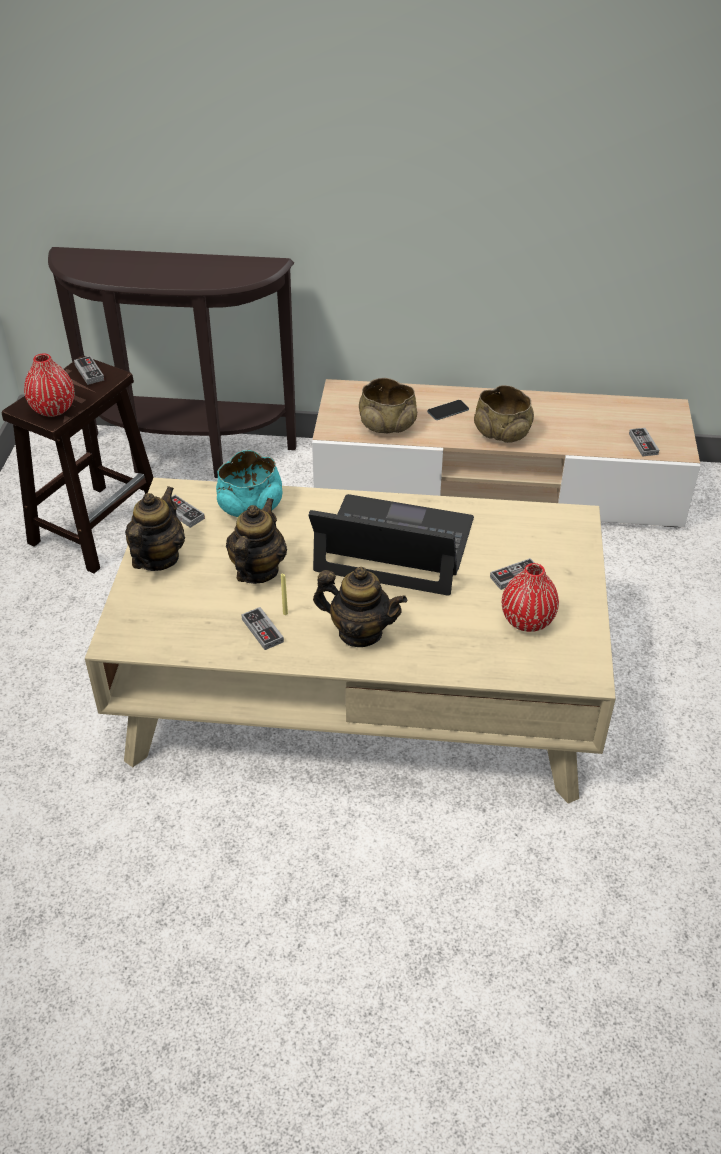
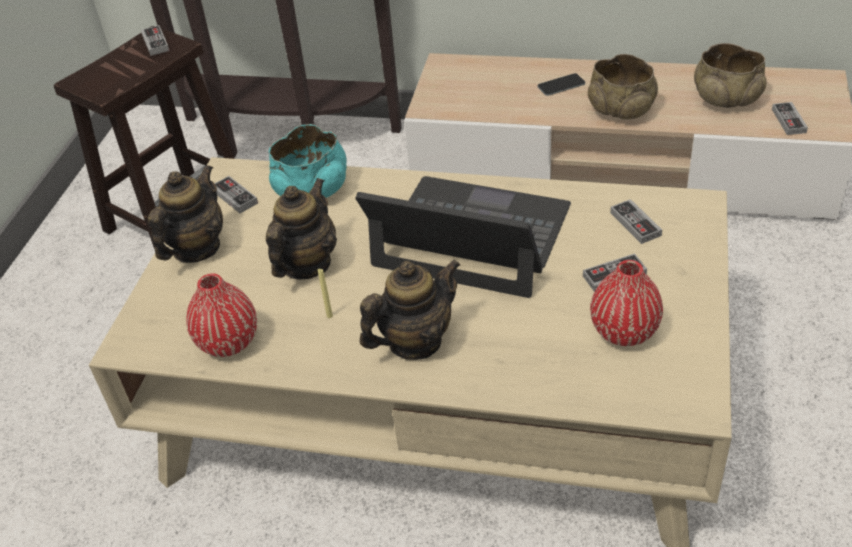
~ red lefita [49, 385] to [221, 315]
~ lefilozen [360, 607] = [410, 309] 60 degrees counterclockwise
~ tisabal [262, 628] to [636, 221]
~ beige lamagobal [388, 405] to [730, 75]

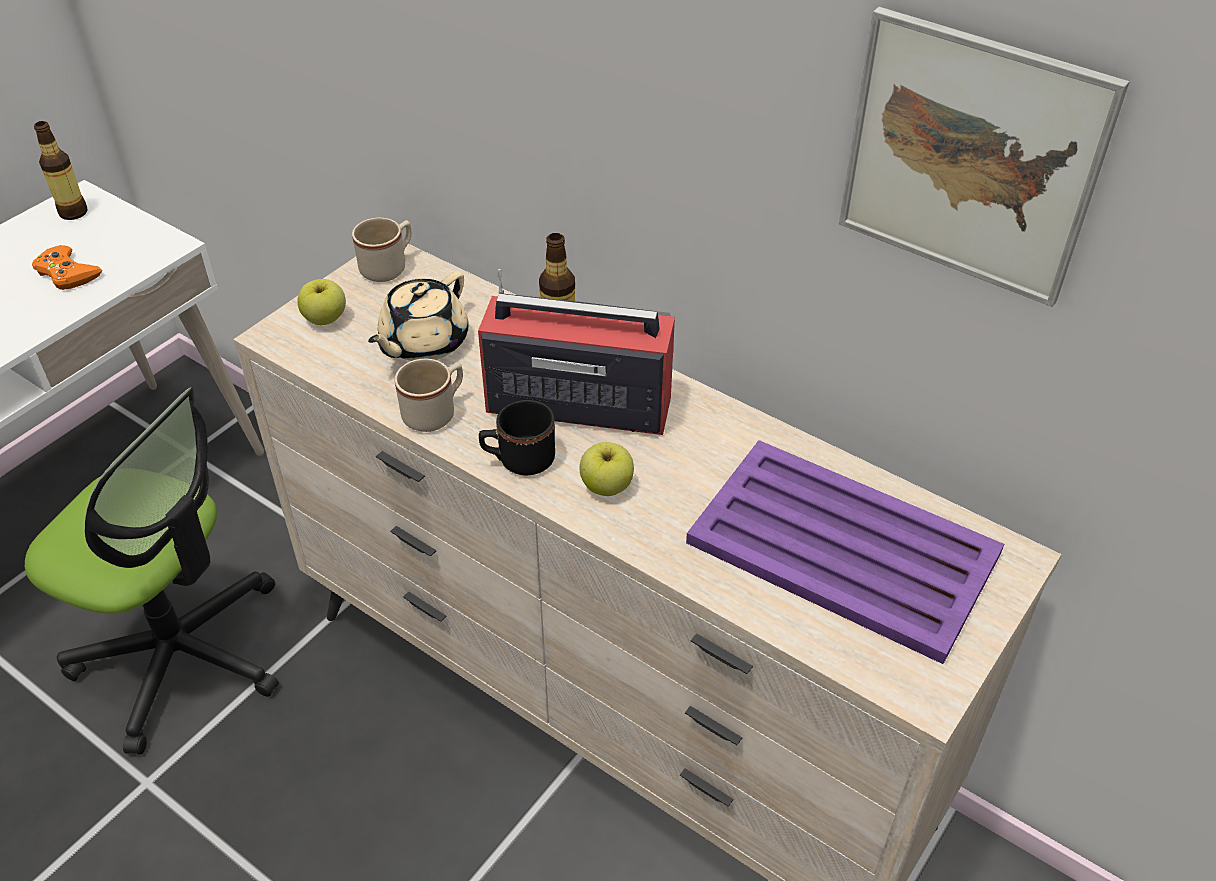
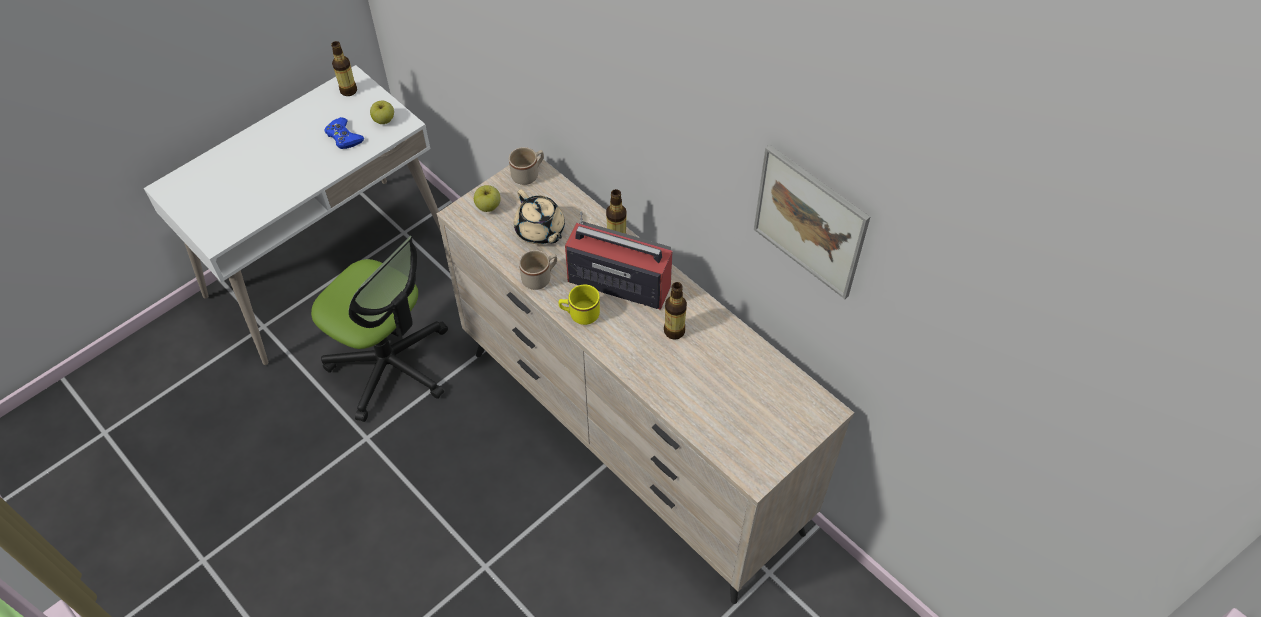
~ orange tisabal [67, 267] to blue tisabal [344, 133]
~ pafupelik [607, 469] to [382, 112]
~ beige lefilozen [418, 316] = [539, 216] 75 degrees counterclockwise
~ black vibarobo [517, 437] to yellow vibarobo [579, 305]
+ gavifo [675, 311]
- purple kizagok [845, 552]

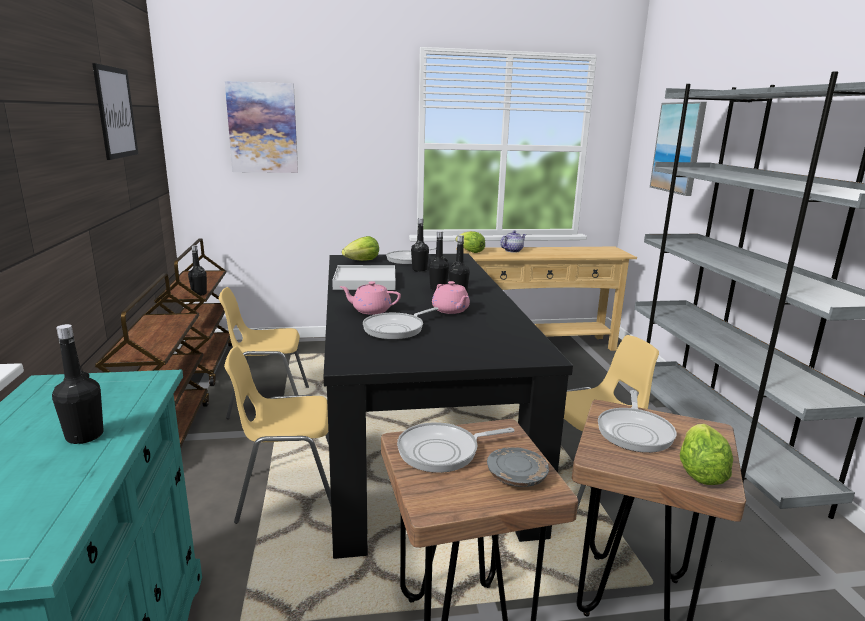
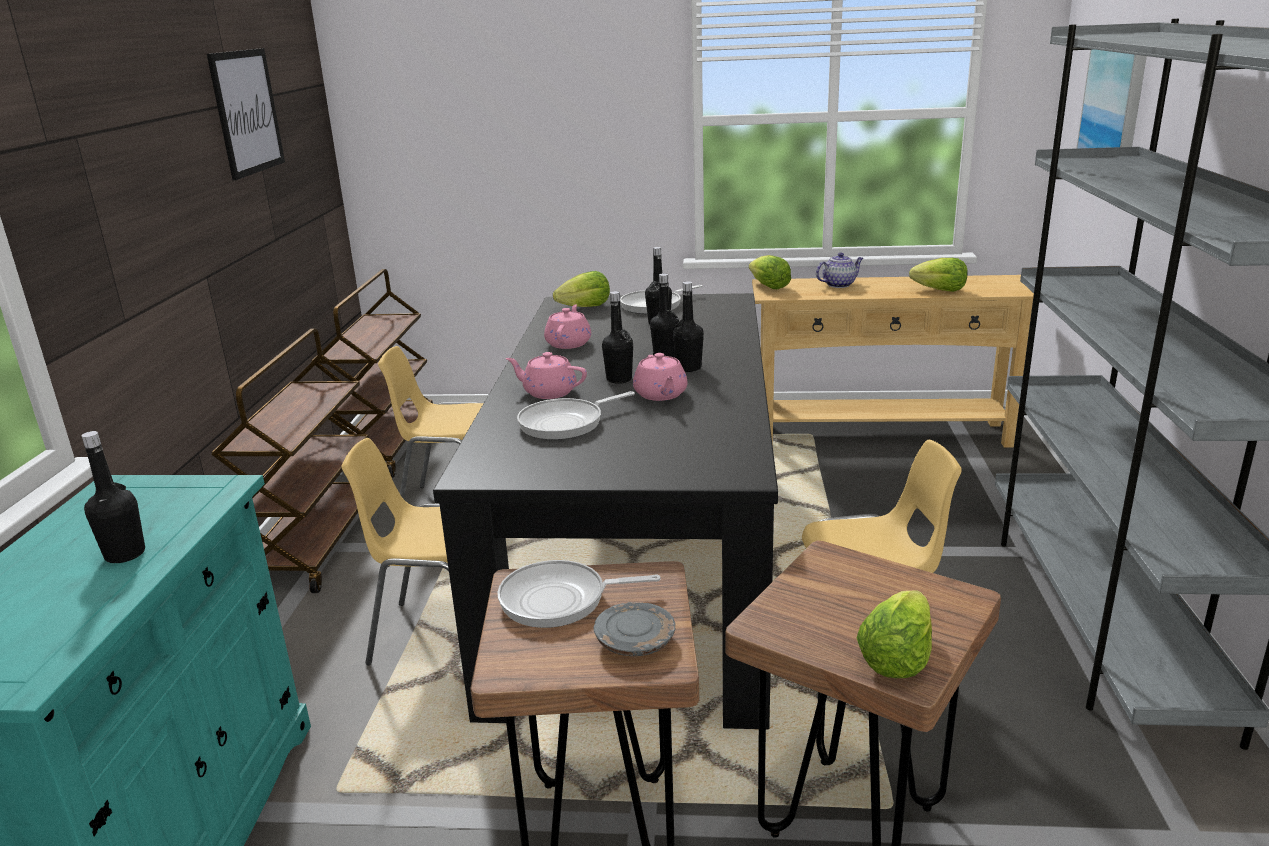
~ white kizagok [363, 277] to pink lefilozen [567, 326]
~ black gavifo [197, 270] to [617, 337]
+ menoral [938, 275]
- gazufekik [261, 127]
- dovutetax [637, 421]

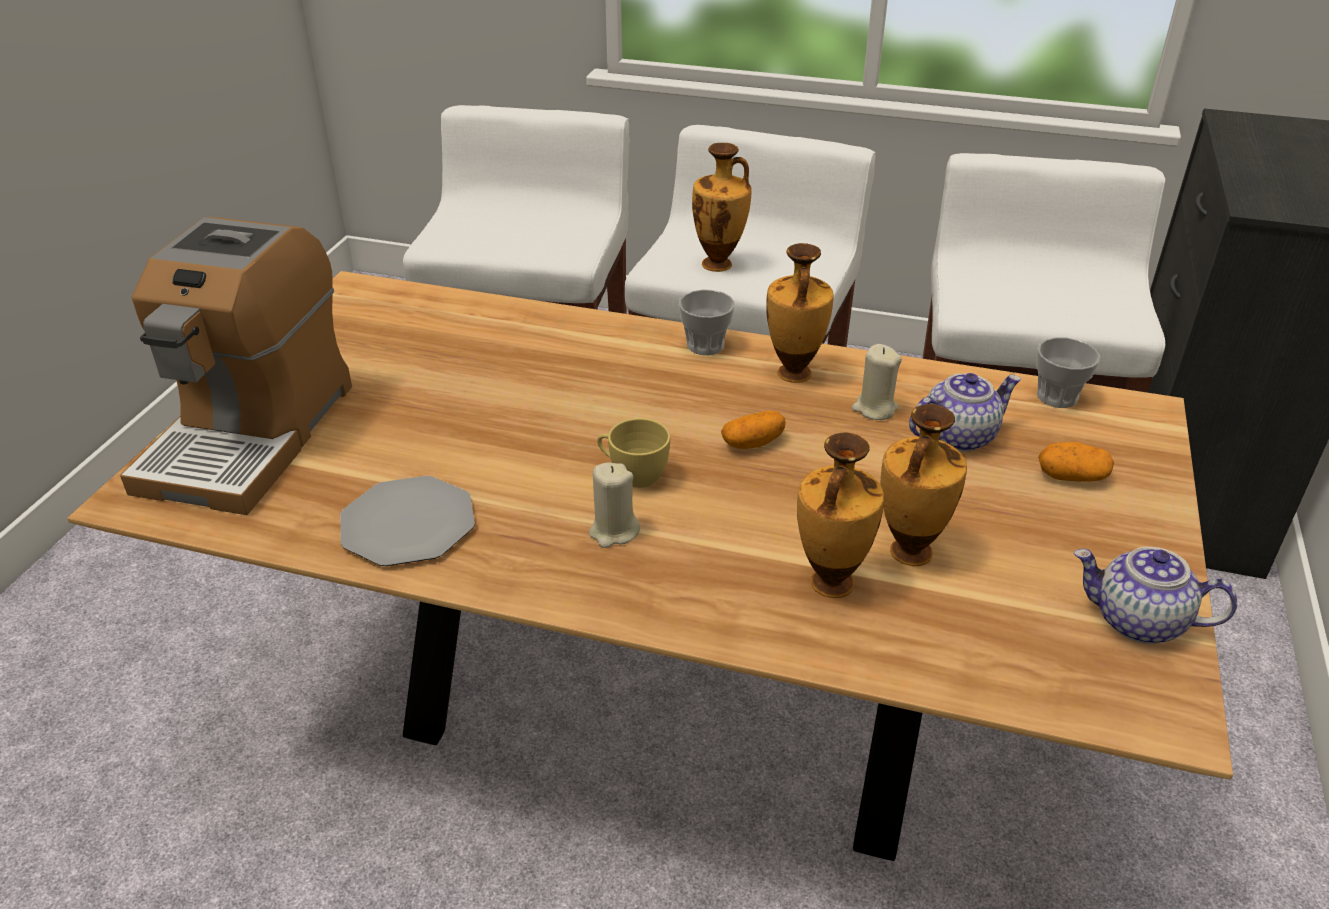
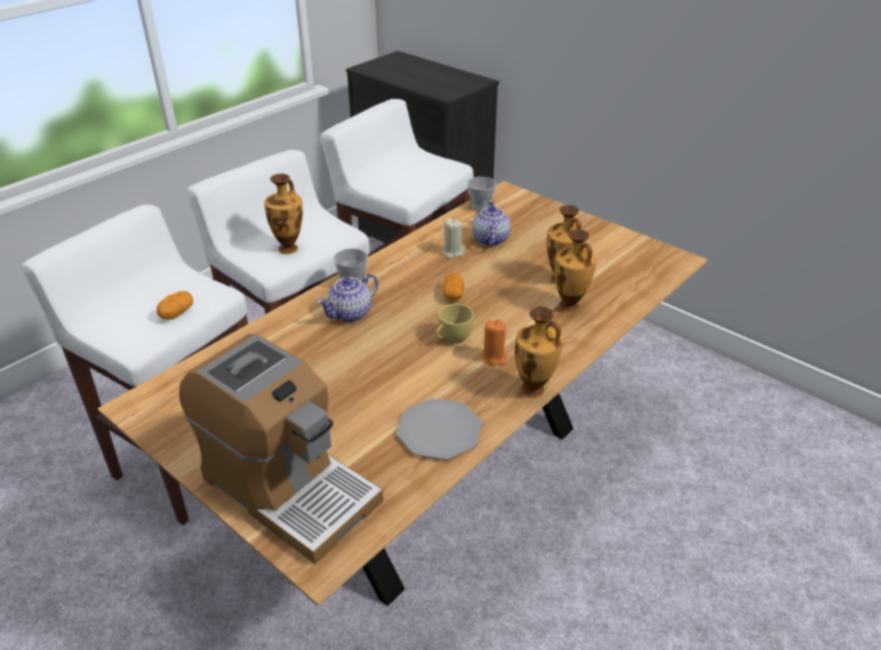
~ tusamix [1076, 462] to [175, 305]
~ lefilozen [1155, 595] to [348, 298]
~ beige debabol [614, 505] to orange debabol [494, 343]
~ lefita [800, 313] to [539, 352]

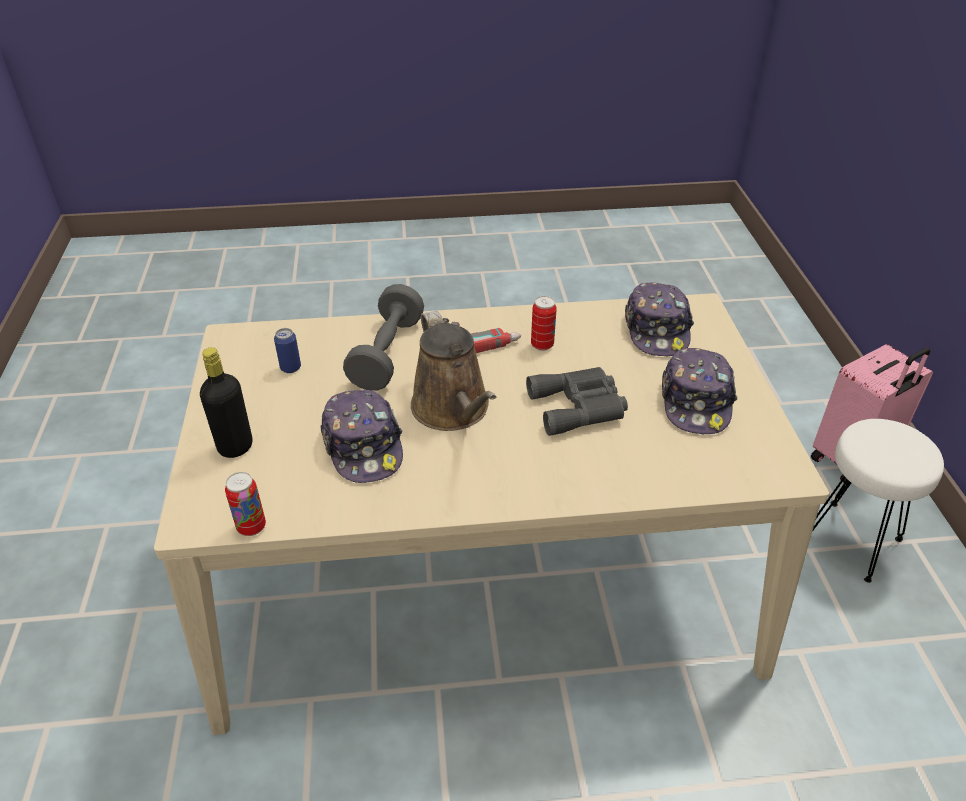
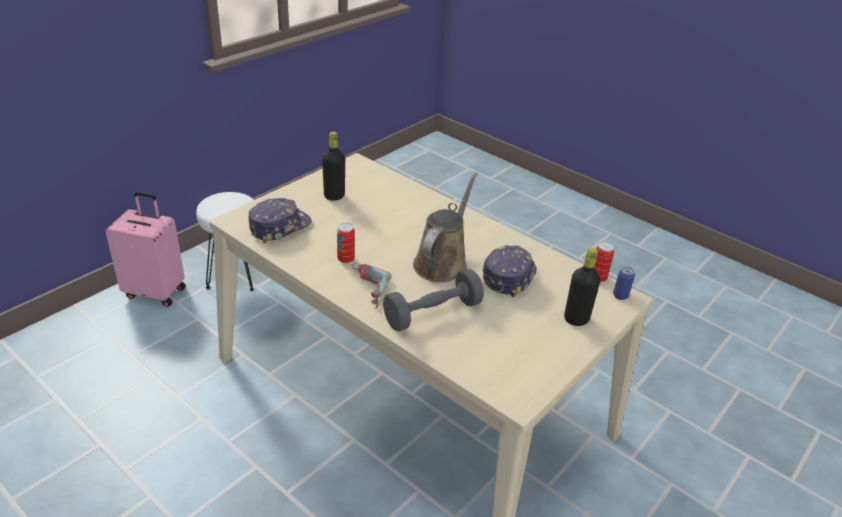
~ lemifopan [699, 391] to black gavifo [333, 166]
~ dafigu [287, 350] to [624, 283]
- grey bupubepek [577, 401]

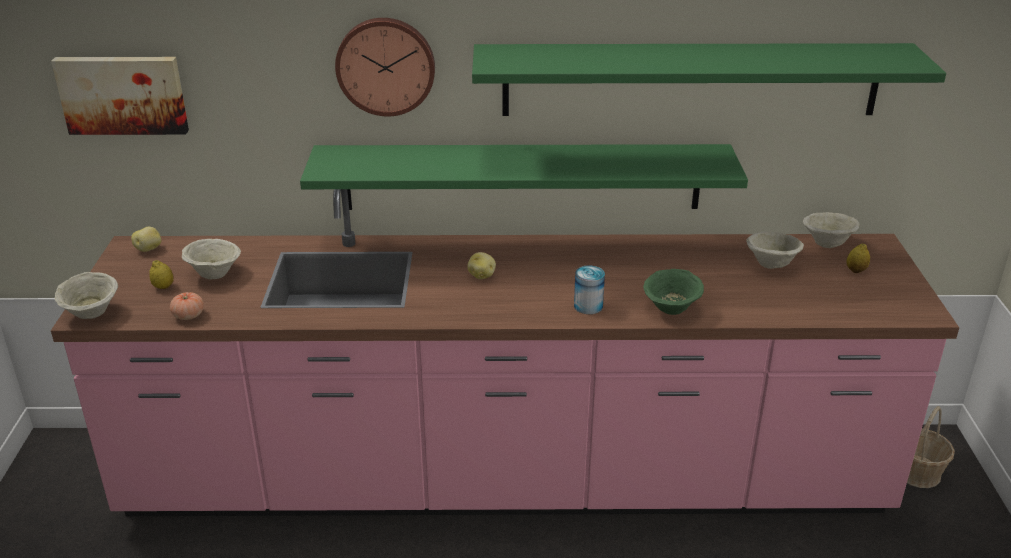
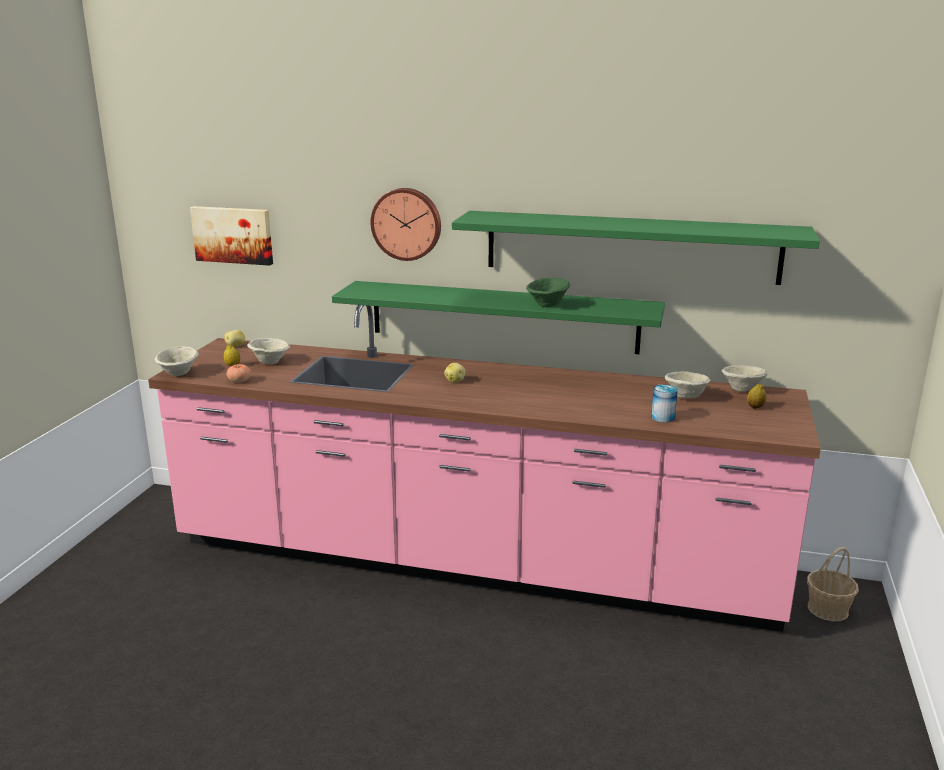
~ green lamagobal [673, 292] to [548, 292]
~ dafigu [589, 290] to [664, 403]

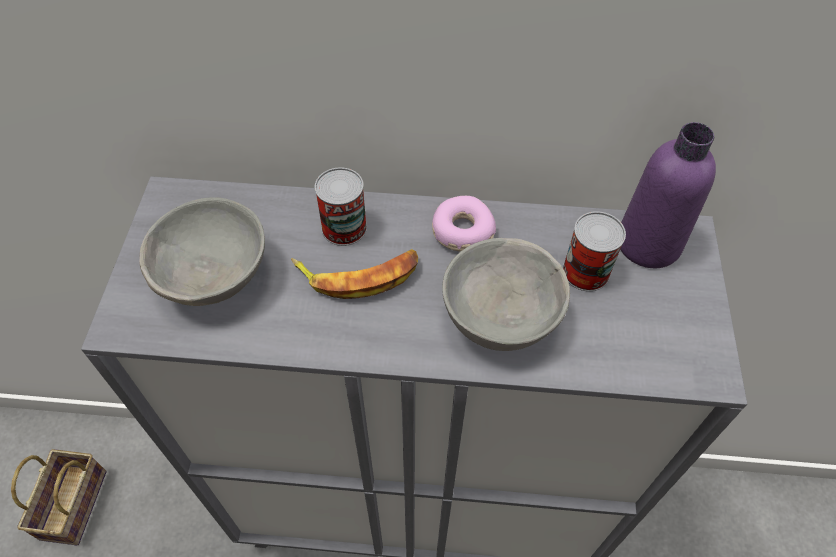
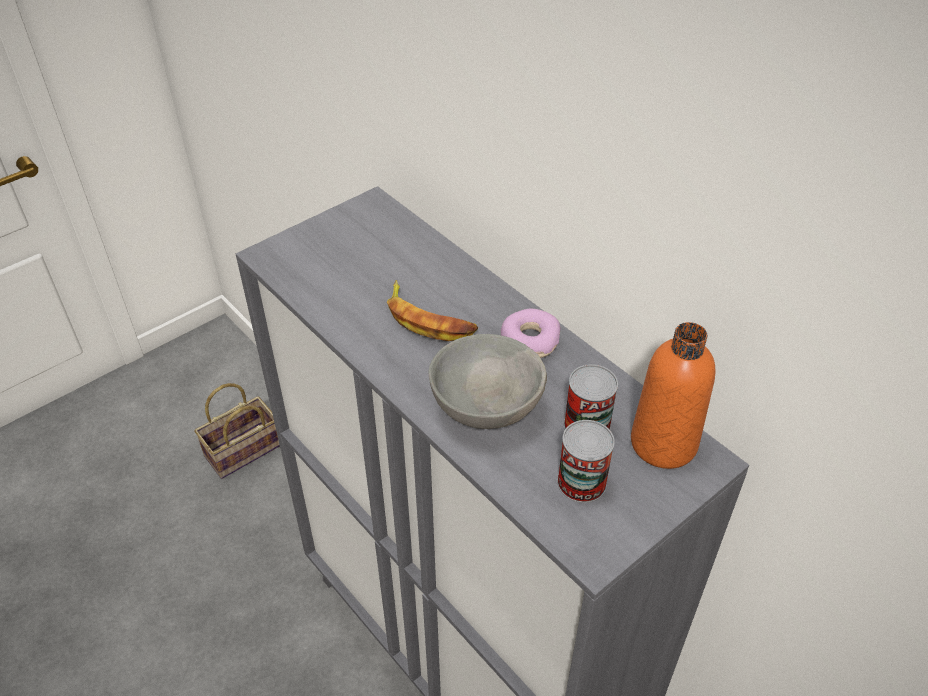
~ dafigu [341, 206] to [586, 461]
~ purple gavifo [668, 195] to orange gavifo [673, 395]
- grey lamagobal [202, 251]

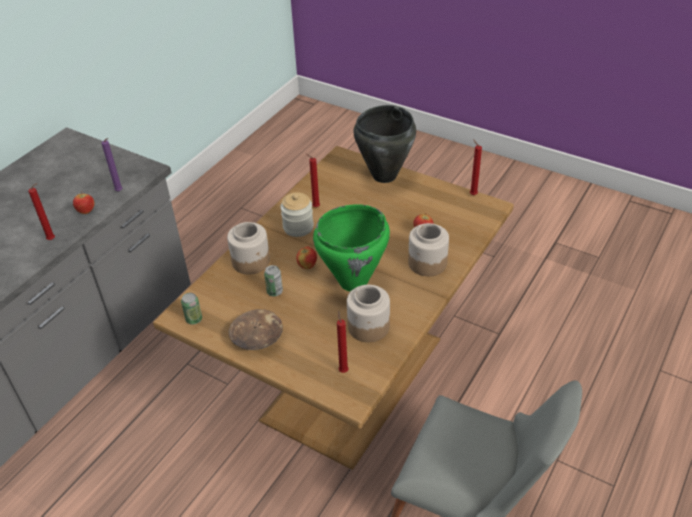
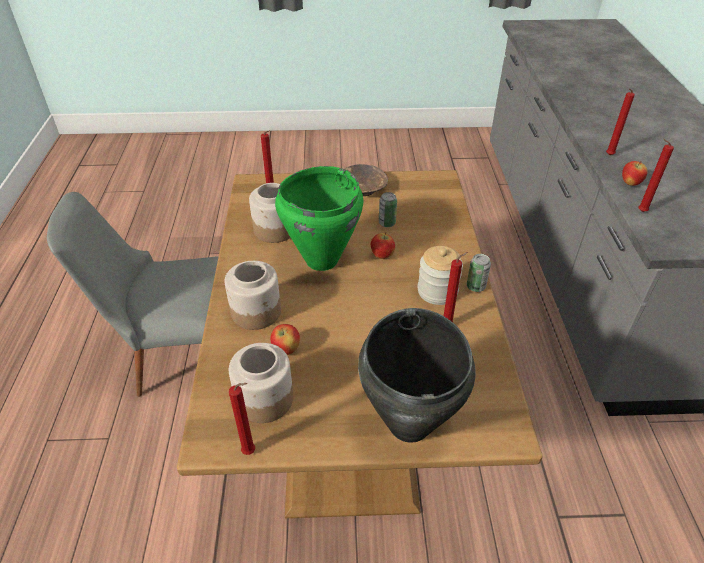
~ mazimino [248, 248] to [261, 383]
~ dafigu [191, 309] to [479, 273]
~ purple debabol [112, 164] to red debabol [656, 175]

